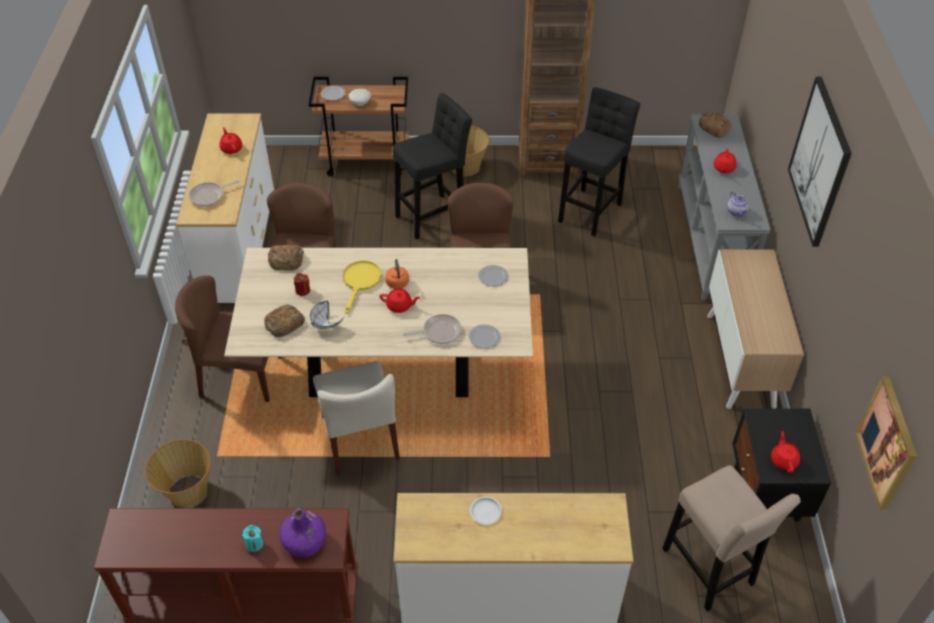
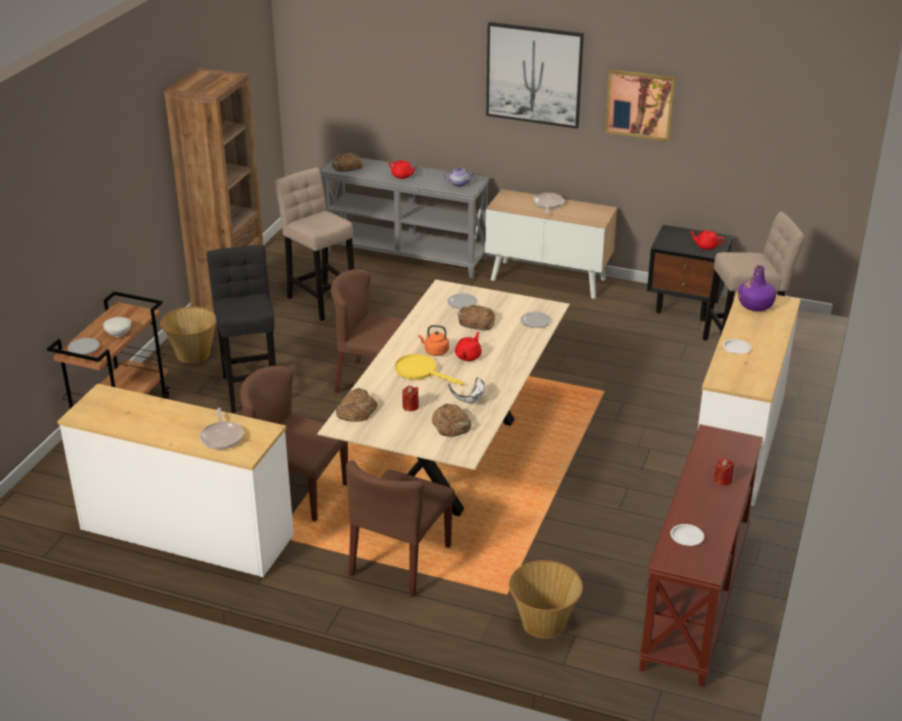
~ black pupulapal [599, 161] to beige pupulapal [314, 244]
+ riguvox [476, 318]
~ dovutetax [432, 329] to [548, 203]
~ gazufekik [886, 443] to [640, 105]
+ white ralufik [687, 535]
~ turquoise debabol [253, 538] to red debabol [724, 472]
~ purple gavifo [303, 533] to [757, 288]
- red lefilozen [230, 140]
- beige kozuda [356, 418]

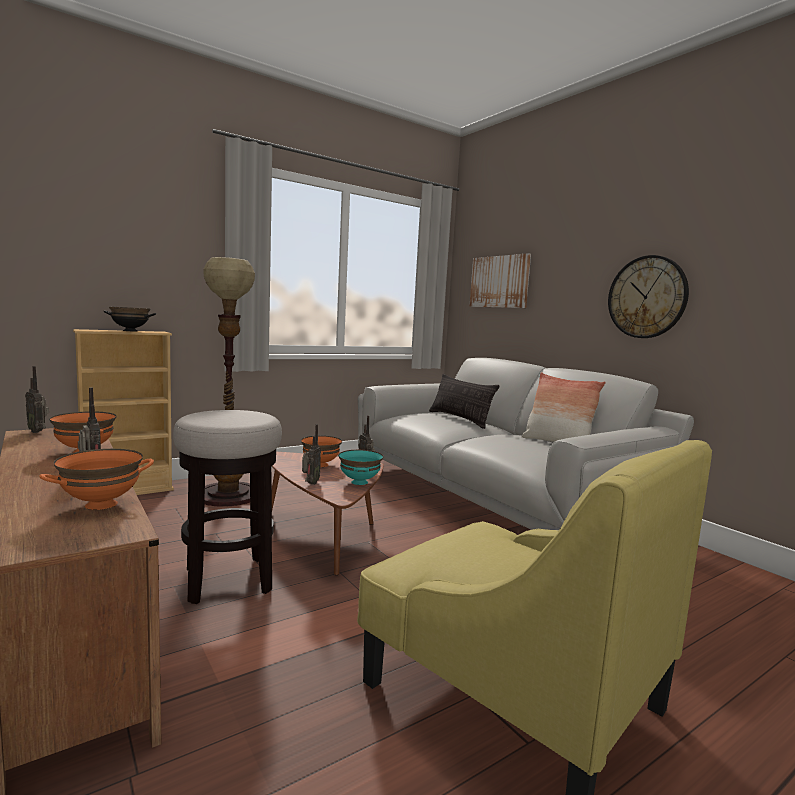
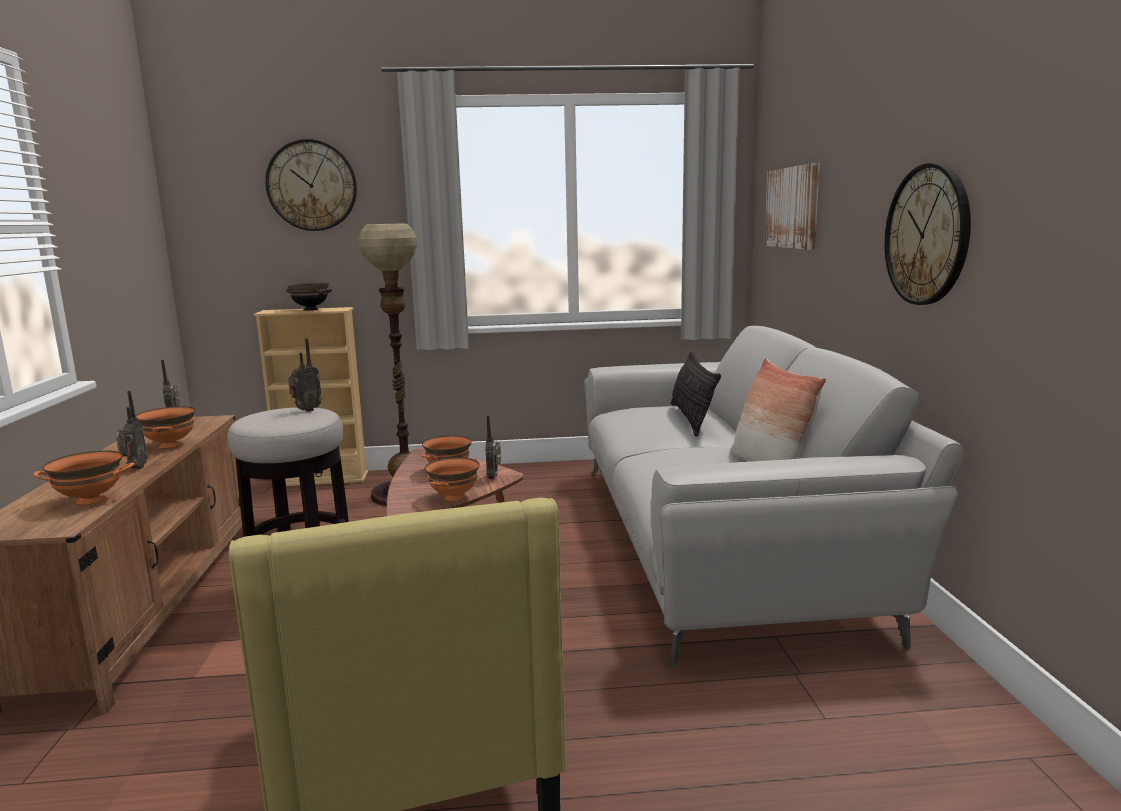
+ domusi [311, 185]
~ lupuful [311, 454] to [305, 375]
~ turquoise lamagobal [360, 467] to orange lamagobal [452, 479]

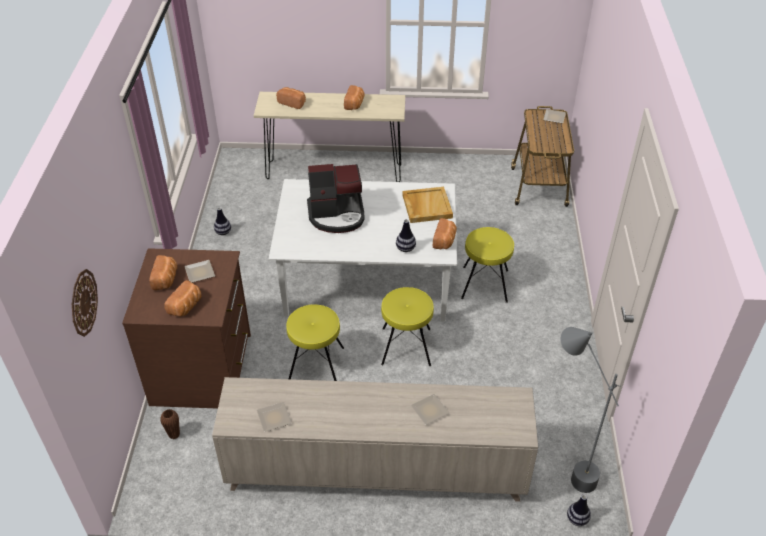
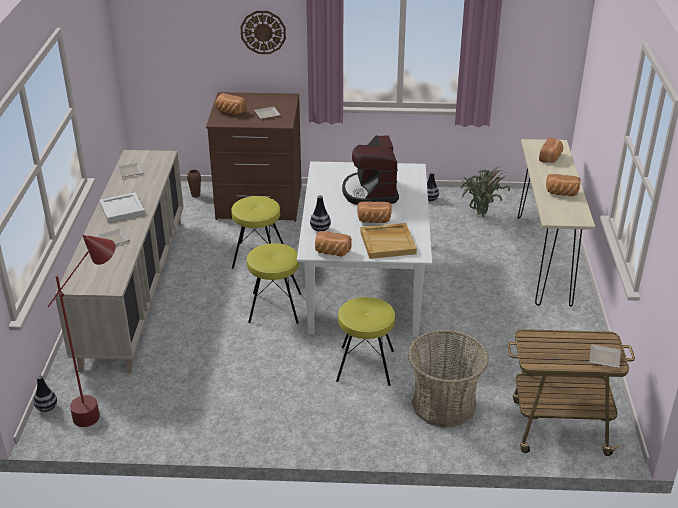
~ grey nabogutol [590, 410] to red nabogutol [81, 331]
+ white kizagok [122, 207]
~ domusi [85, 303] to [263, 32]
~ riguvox [163, 272] to [374, 212]
+ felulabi [448, 379]
+ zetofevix [485, 191]

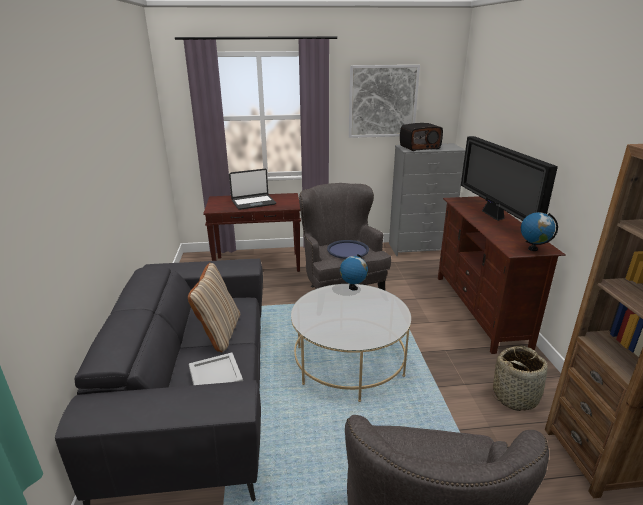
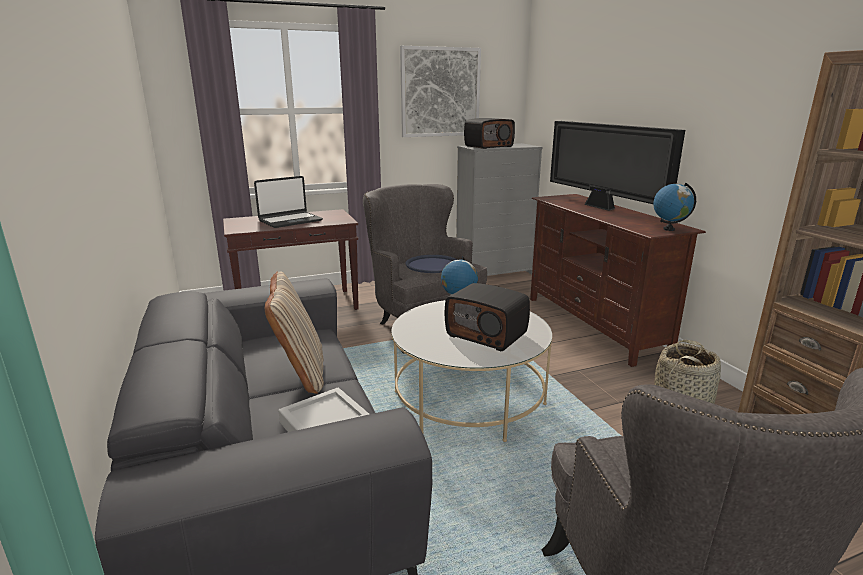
+ lupuful [487, 317]

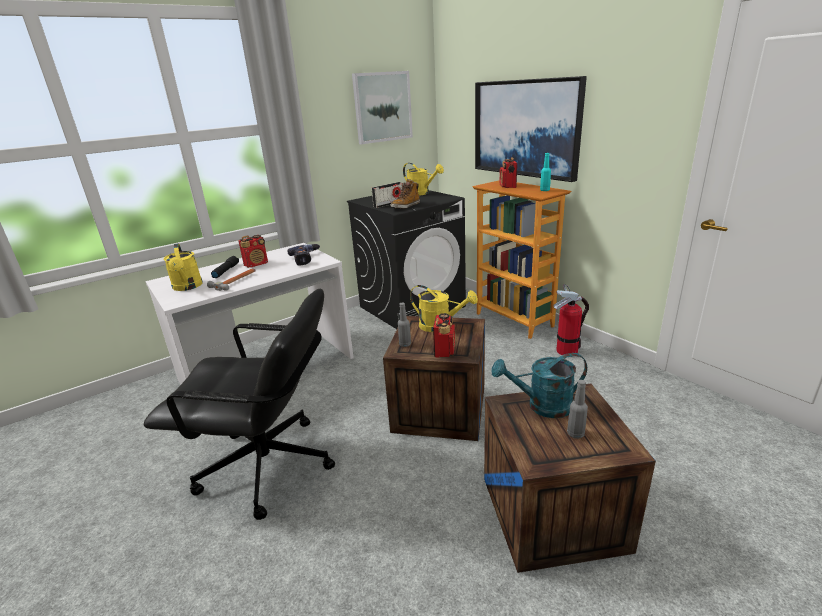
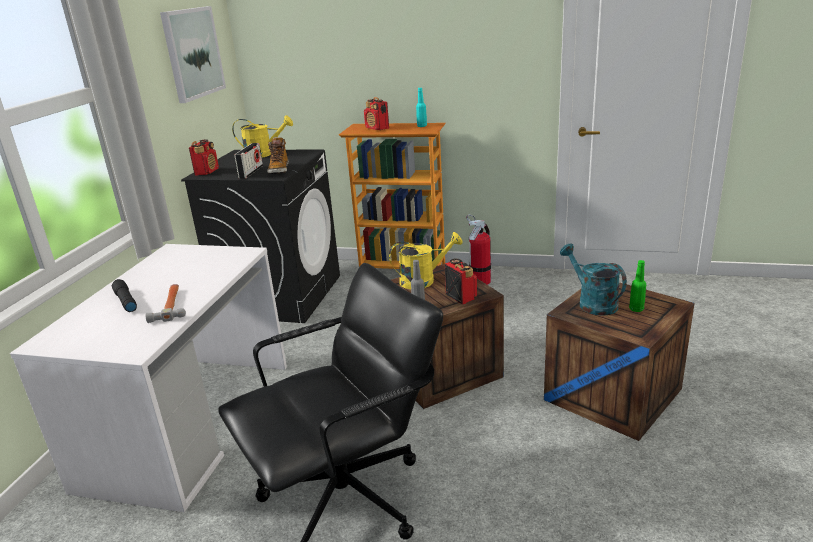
~ lupuful [253, 251] to [204, 157]
~ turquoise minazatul [539, 385] = [593, 279] 105 degrees clockwise
~ grey gavifo [577, 409] to green gavifo [637, 286]
- yellow minazatul [183, 267]
- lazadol [303, 255]
- gazufekik [531, 129]

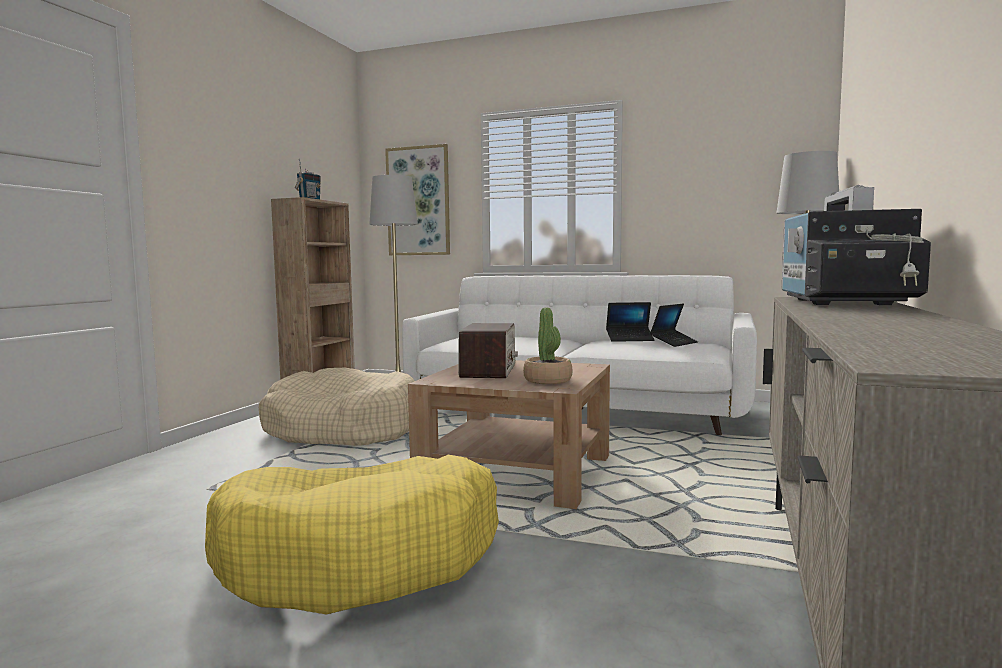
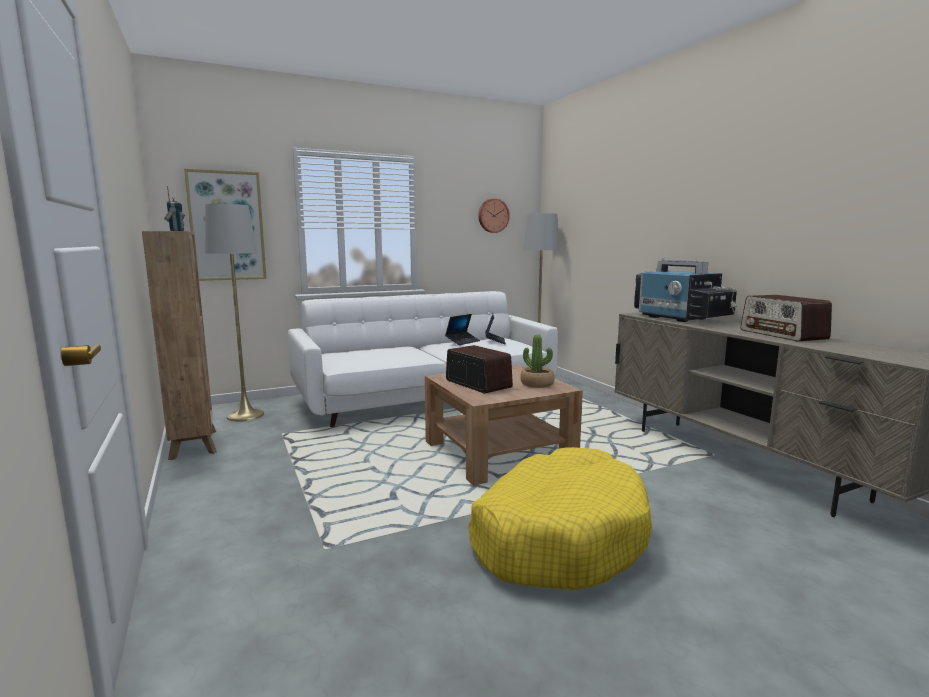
+ domusi [494, 215]
+ lupuful [786, 318]
- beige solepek [336, 407]

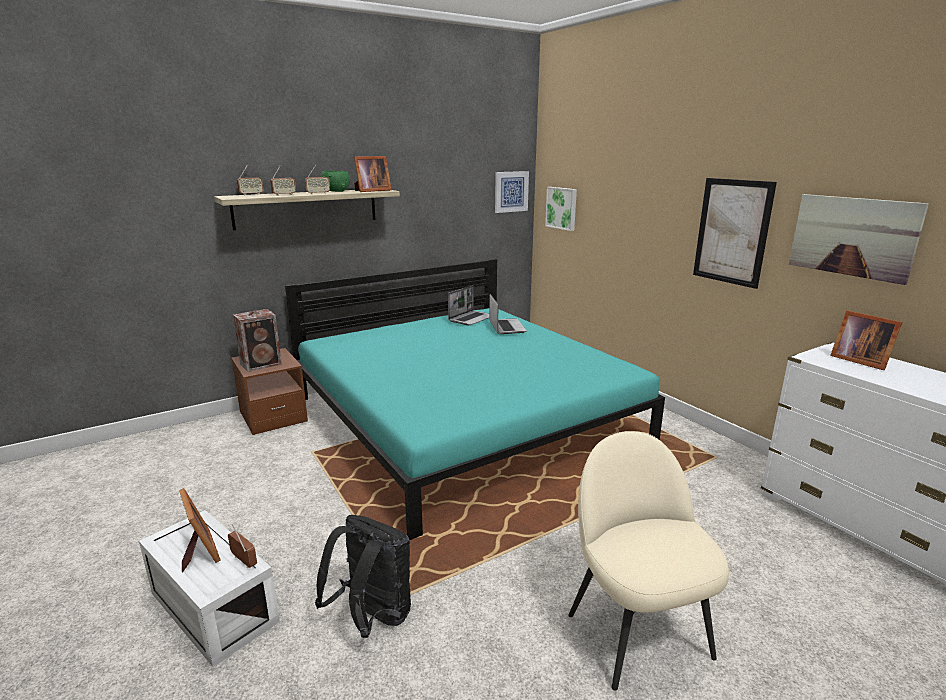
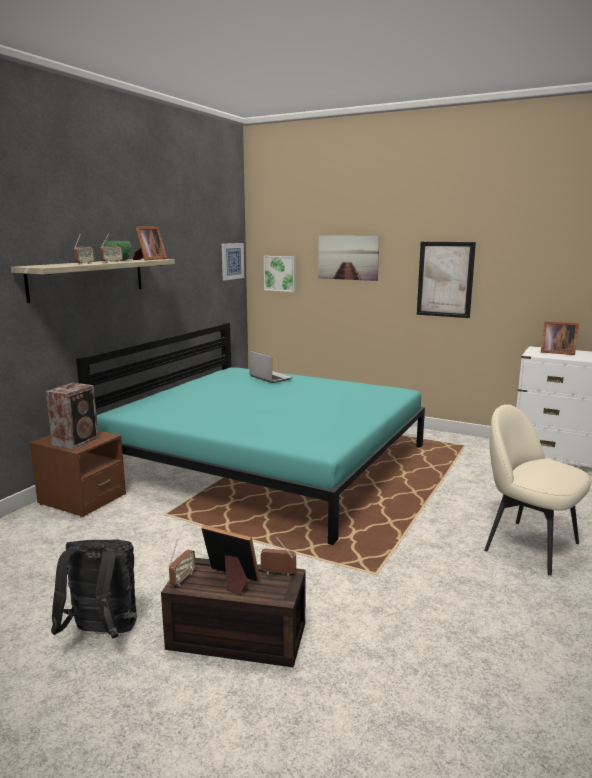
~ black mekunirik [363, 576] to [94, 588]
~ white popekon [209, 588] to brown popekon [233, 612]
~ lupuful [250, 180] to [182, 562]
~ gazufekik [859, 239] to [348, 258]
- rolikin [468, 305]

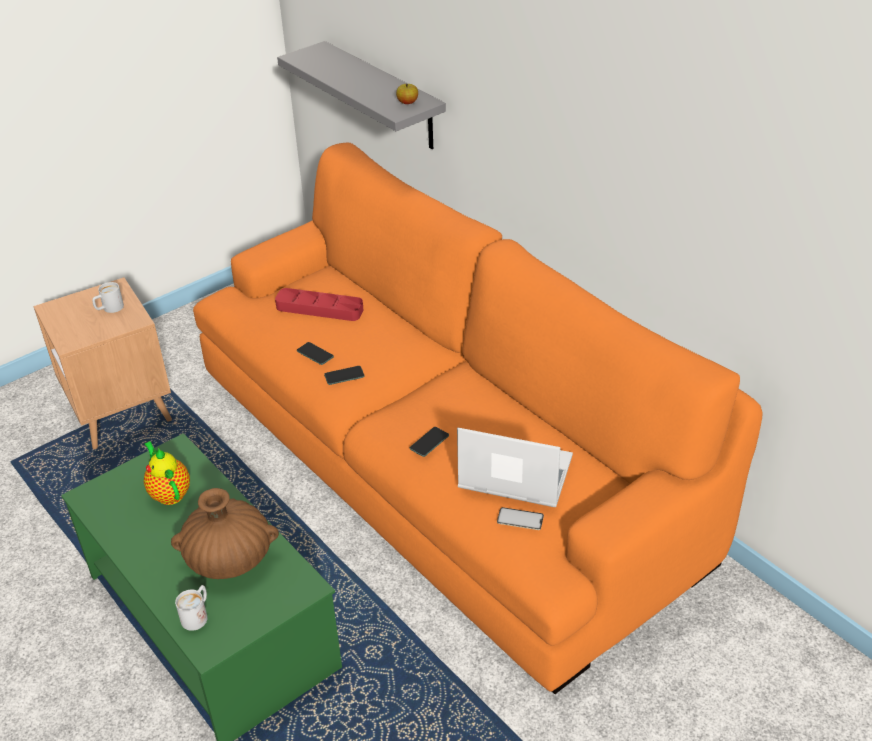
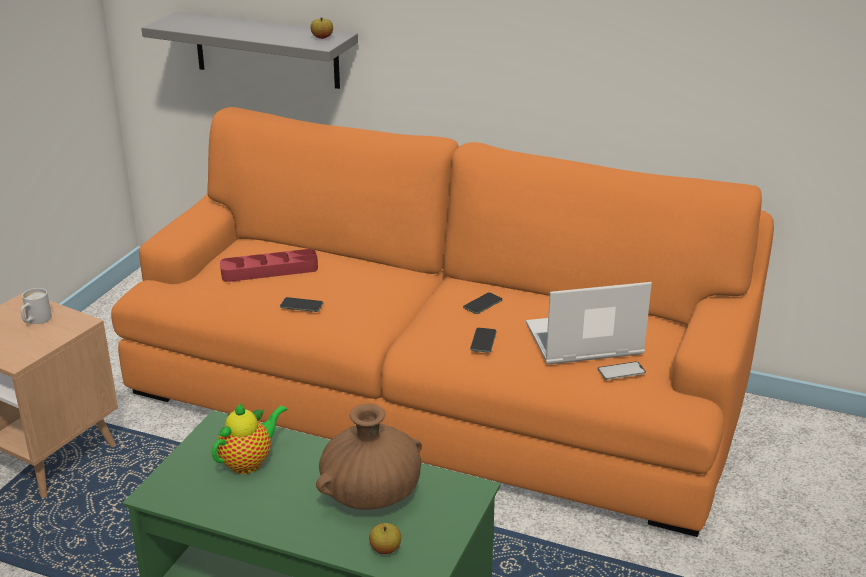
~ lefilozen [167, 473] = [250, 438] 105 degrees clockwise
~ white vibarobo [191, 608] to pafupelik [385, 538]
~ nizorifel [344, 375] to [483, 303]

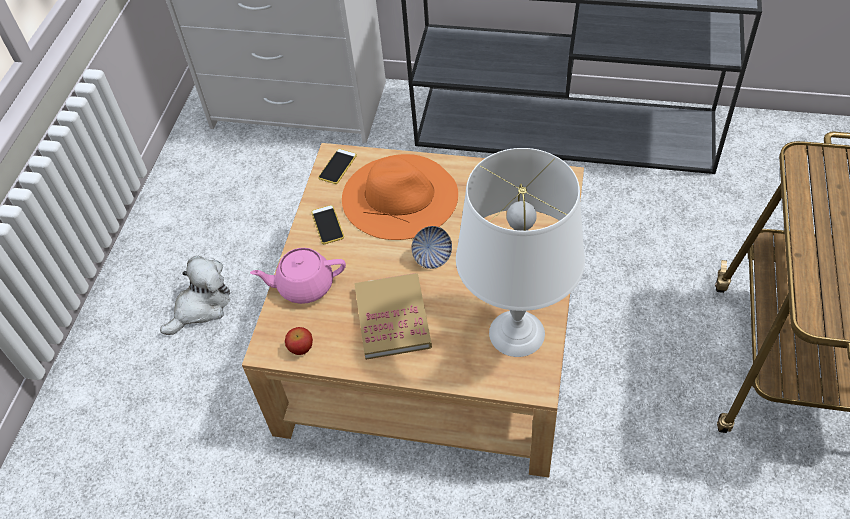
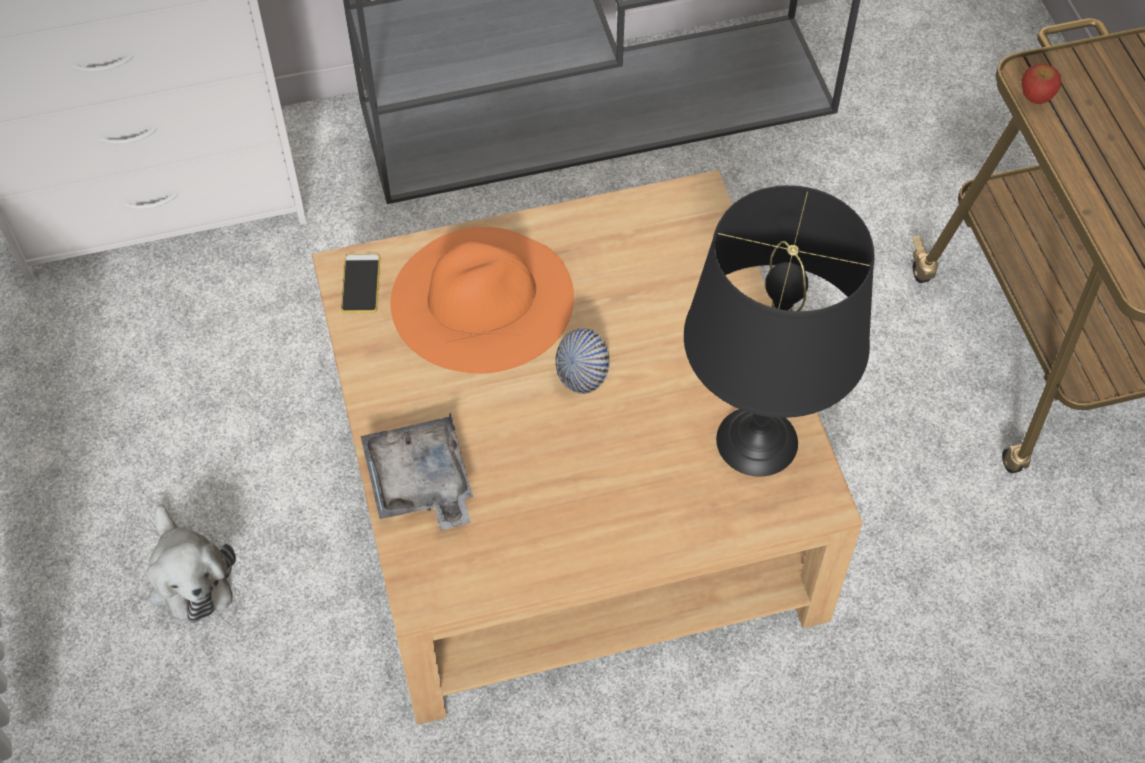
~ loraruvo [195, 295] = [191, 564] 135 degrees clockwise
~ pink lefilozen [298, 276] to grey kizagok [416, 471]
~ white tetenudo [520, 252] to black tetenudo [779, 331]
~ pafupelik [299, 341] to [1042, 84]
- nizorifel [327, 224]
- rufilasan [393, 316]

